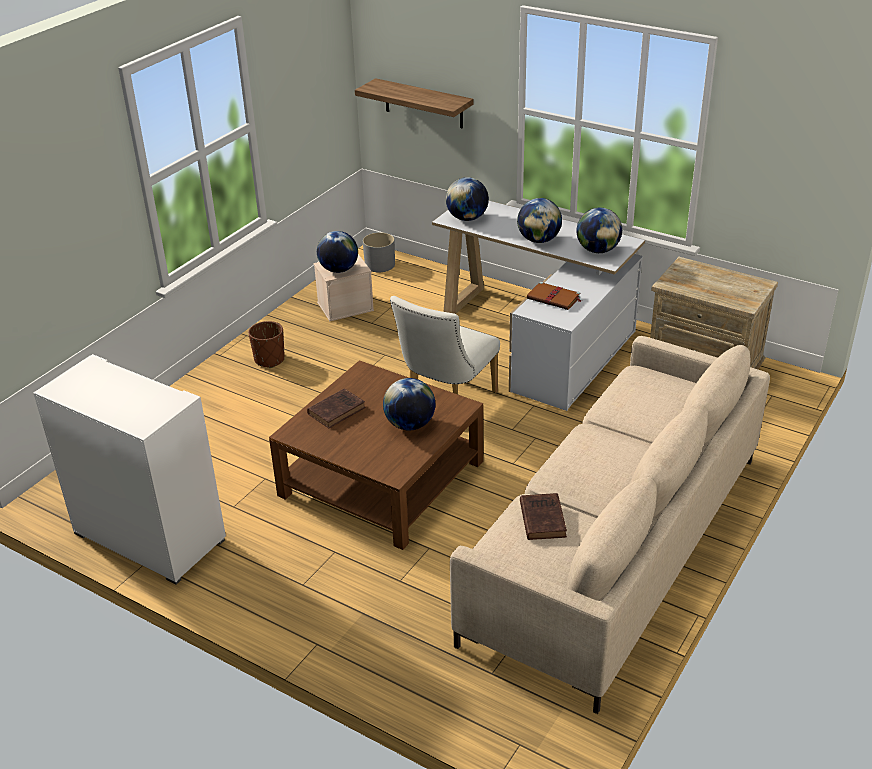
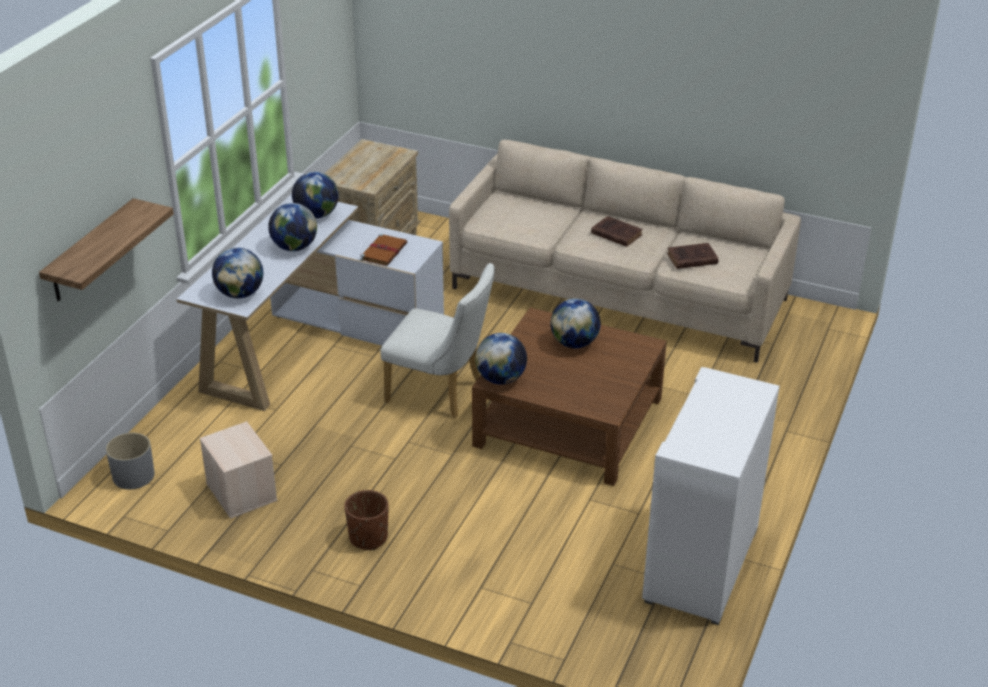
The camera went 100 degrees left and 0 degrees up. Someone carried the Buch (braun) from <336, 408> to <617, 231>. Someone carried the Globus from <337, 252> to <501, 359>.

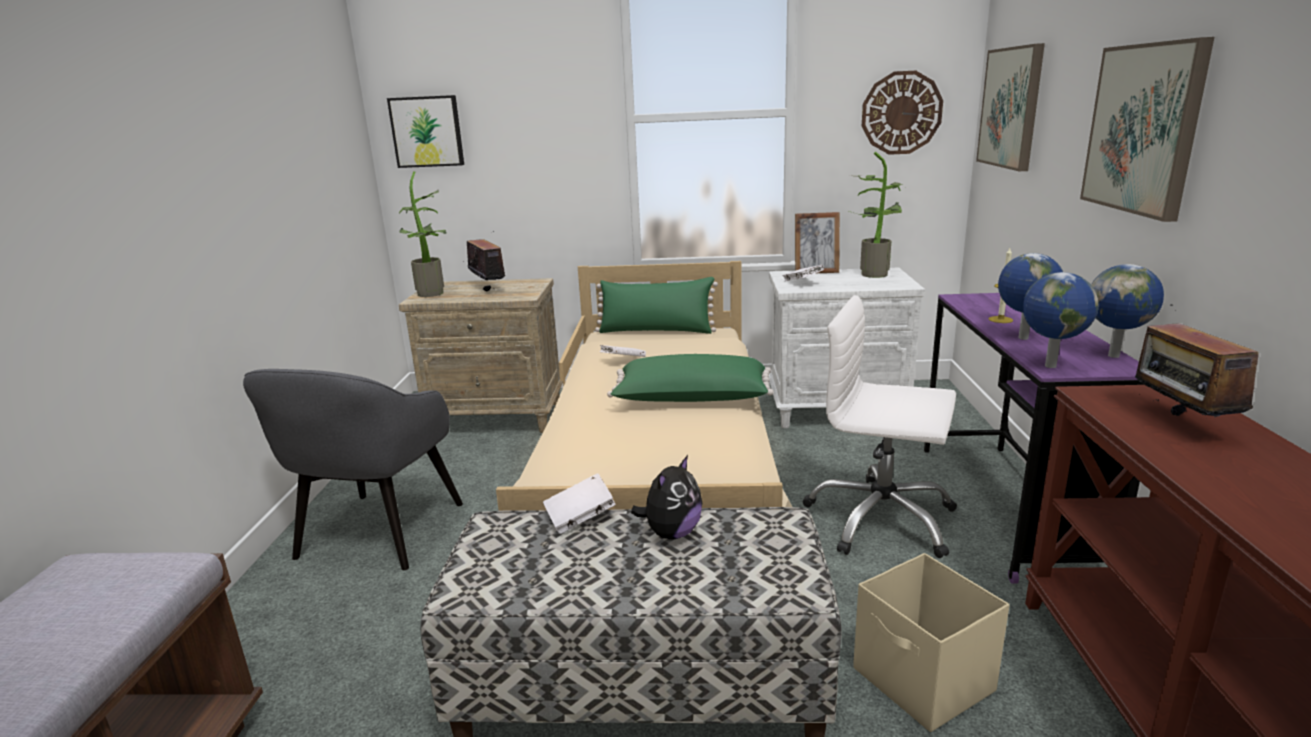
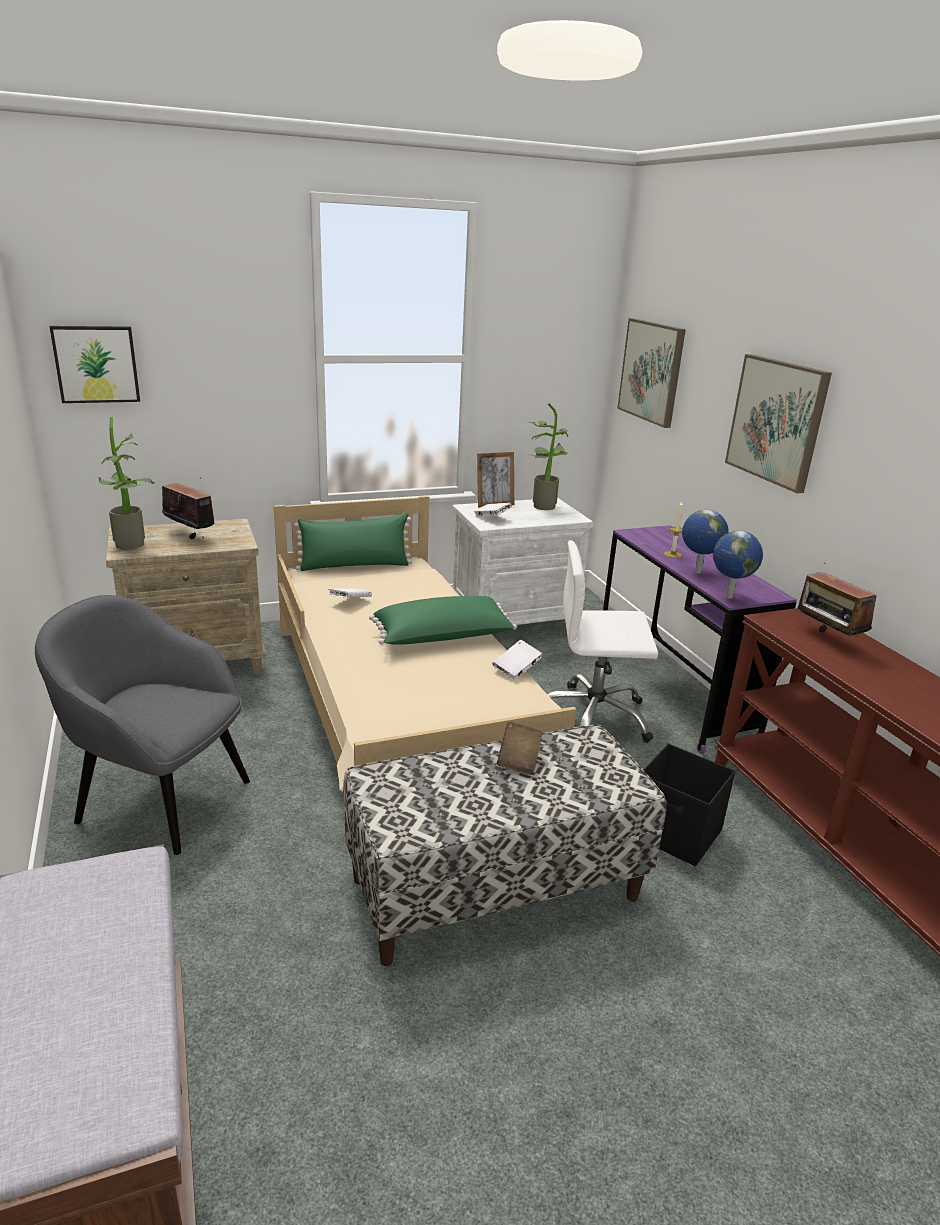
The camera went 25 degrees left and 5 degrees up. Someone rotated the Sessel (grau) at <353, 469> by 120 degrees clockwise. Someone carried the Buch (weiß) from <579, 503> to <517, 660>. Someone swapped the Plüschtier at <666, 497> for the Buch (braun) at <520, 748>. Someone repainted the Aufbewahrungsbox (beige) at <931, 642>, which became the Aufbewahrungsbox (schwarz) at <689, 805>. Someone took away the Wanduhr at <902, 113>. Someone took away the Globus at <1127, 311>.

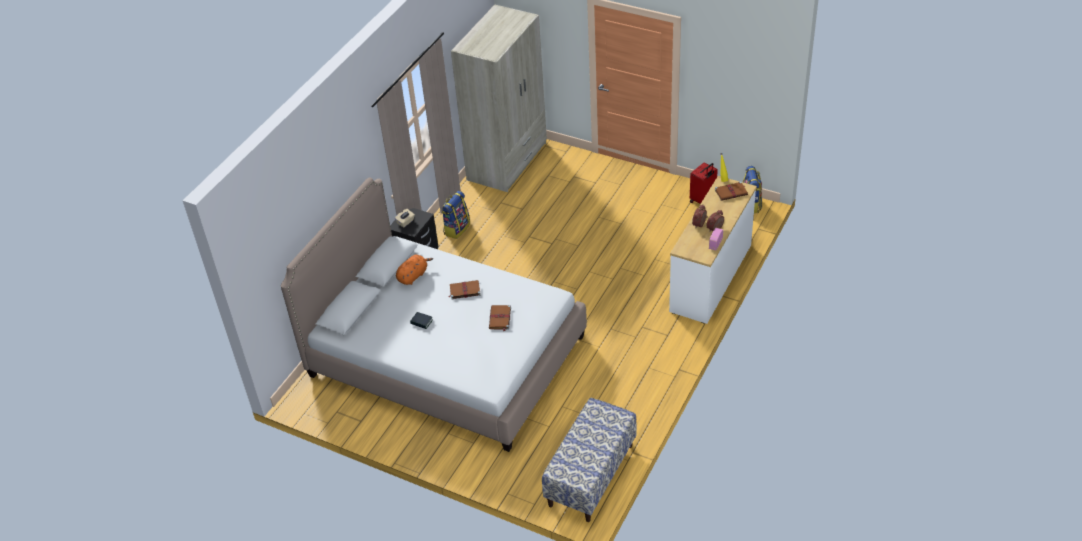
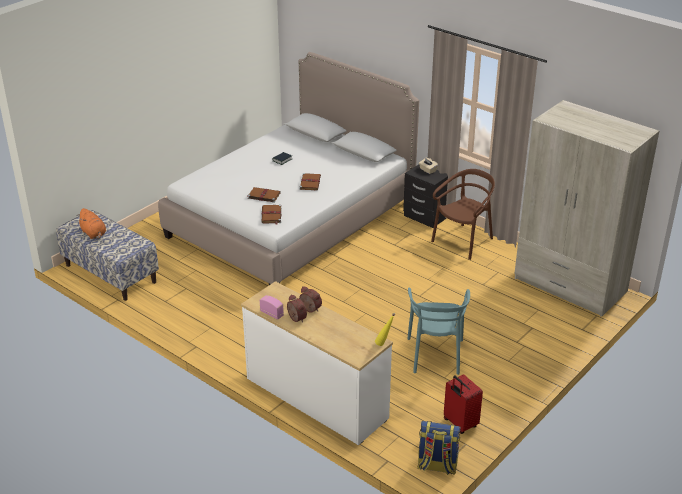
The camera went 100 degrees right and 10 degrees down. Someone carried the Plüschtier (orange) from <414, 270> to <92, 223>. Someone swapped the Rucksack at <455, 215> for the Stuhl (braun) at <463, 214>. Someone carried the Buch (braun) from <731, 191> to <271, 215>. Someone put down the Stuhl (türkis) at <438, 331>.

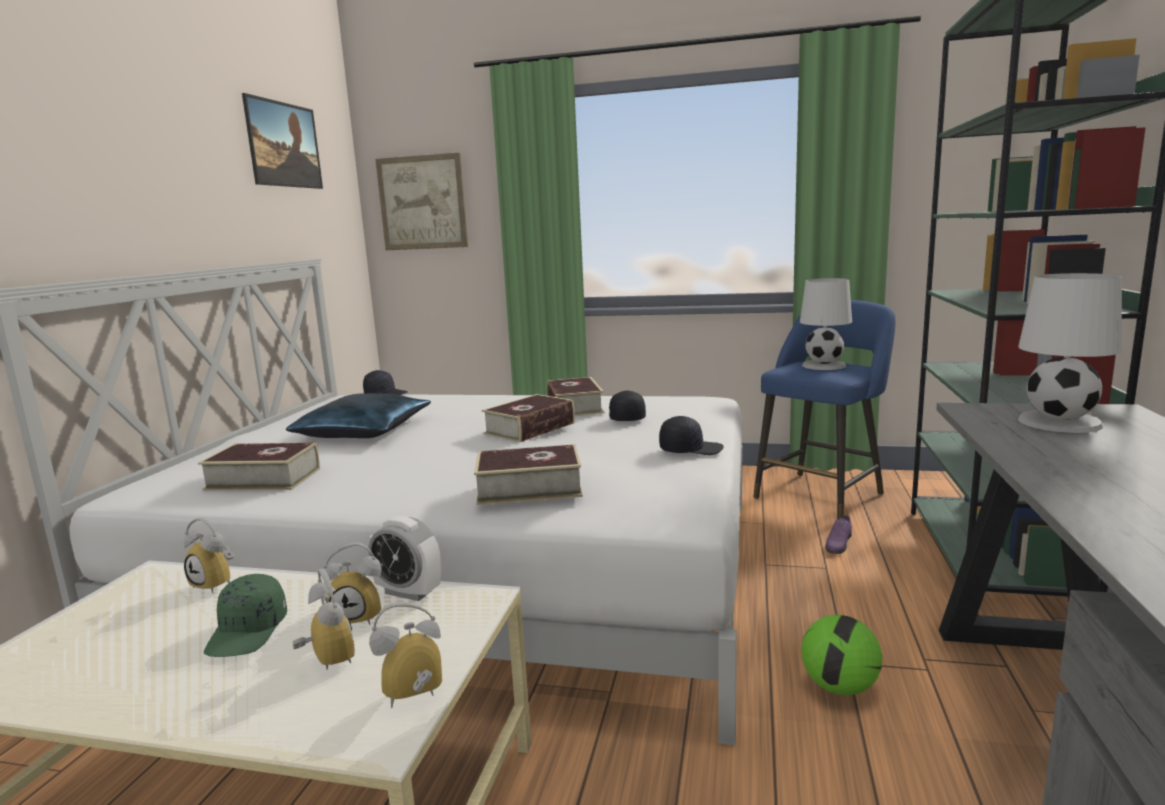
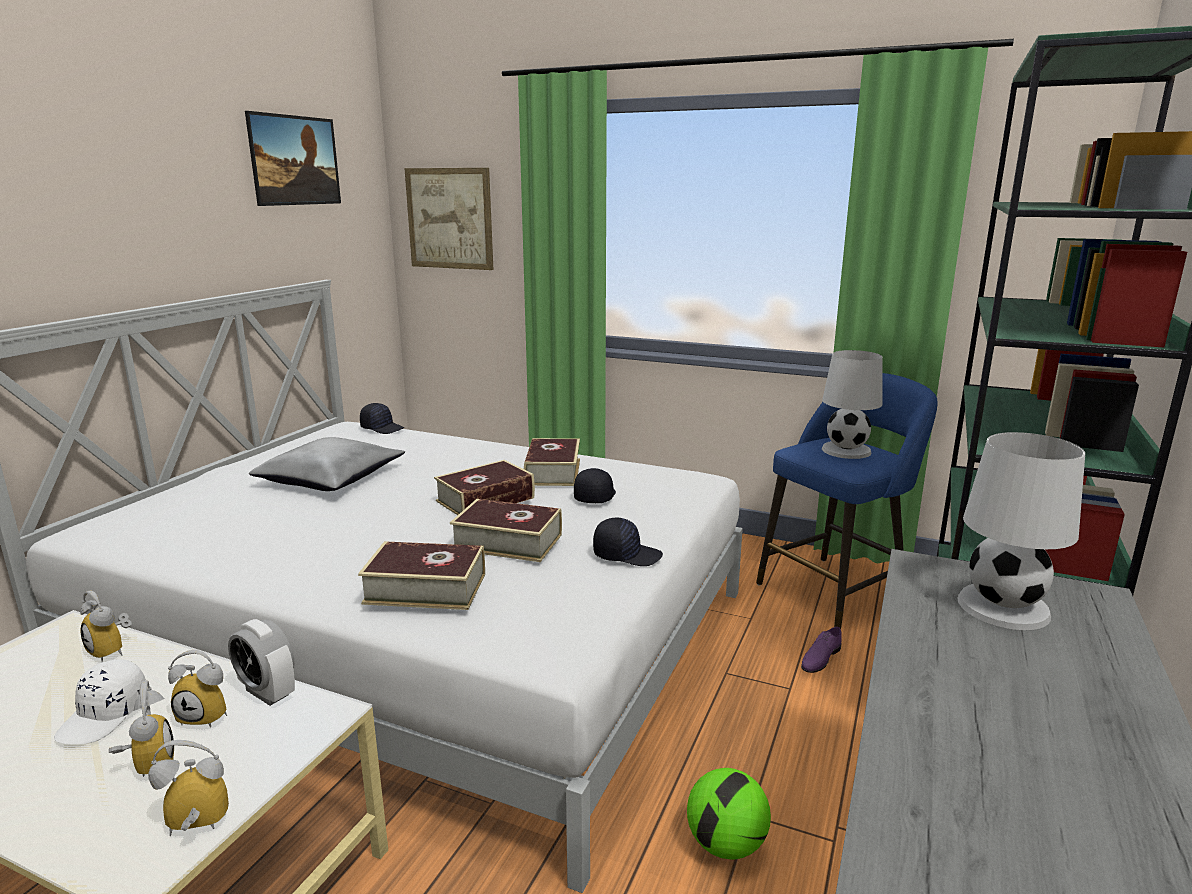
The camera went 10 degrees right and 5 degrees up. Someone carried the Buch from <259, 467> to <506, 530>. Someone repainted the Kappe (grün) at <245, 615>, which became the Kappe (weiß) at <100, 702>. Someone repainted the Kissen (blau) at <358, 415>, which became the Kissen (grau) at <327, 464>.

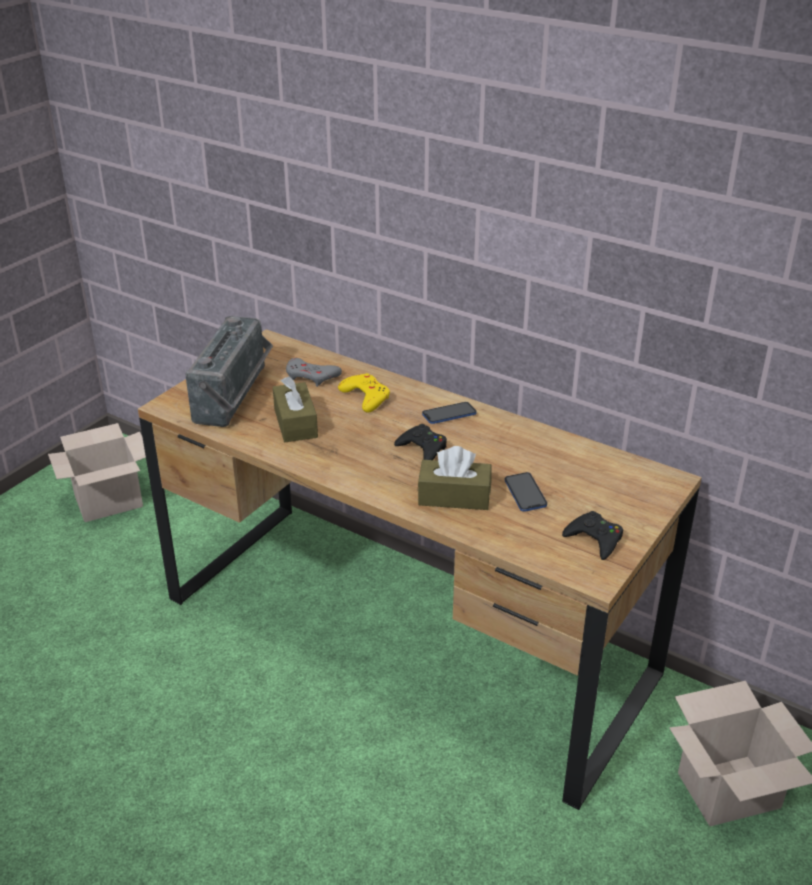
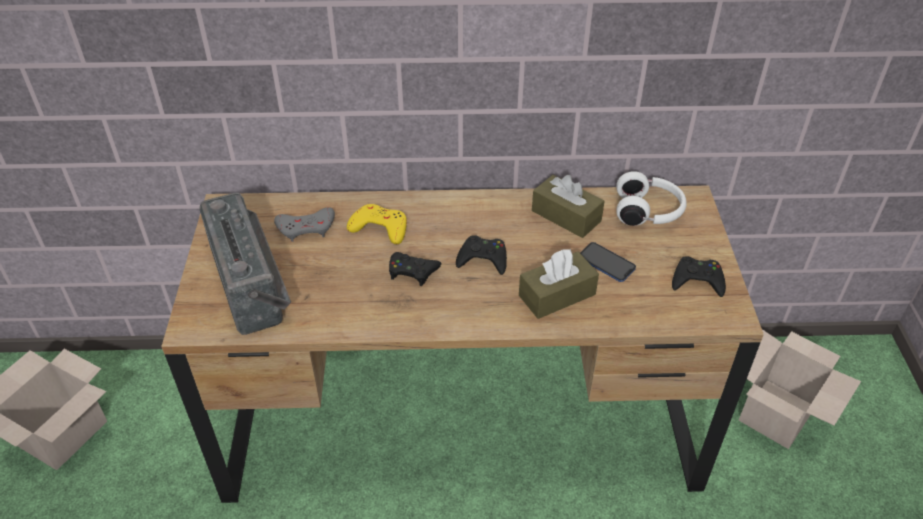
The camera went 35 degrees left and 10 degrees up. Someone carried the Taschentuchbox (braun) from <295, 409> to <568, 206>. Someone took away the Handy at <449, 413>. Someone put down the Gamepad (schwarz) at <415, 269>. Someone put down the Kopfhörer (weiß) at <651, 198>.

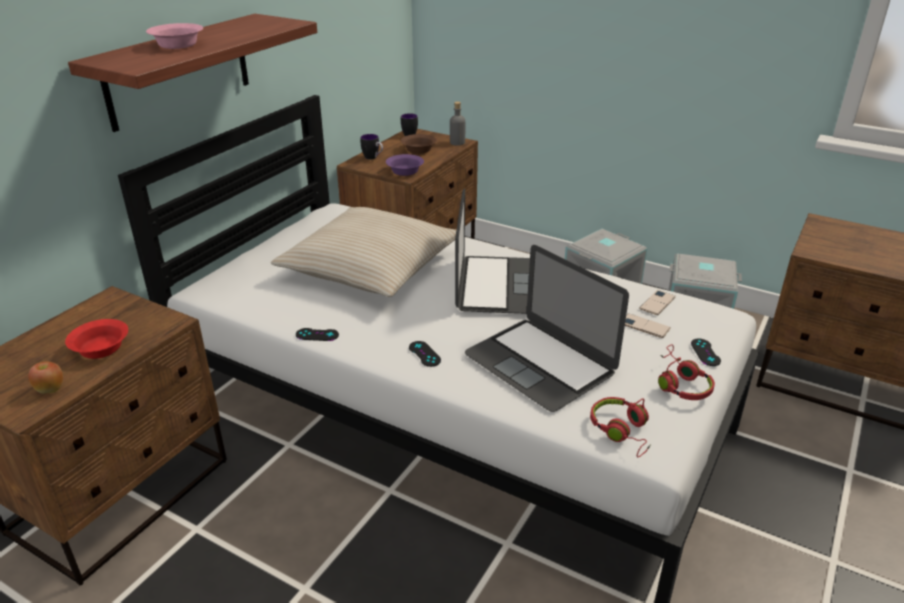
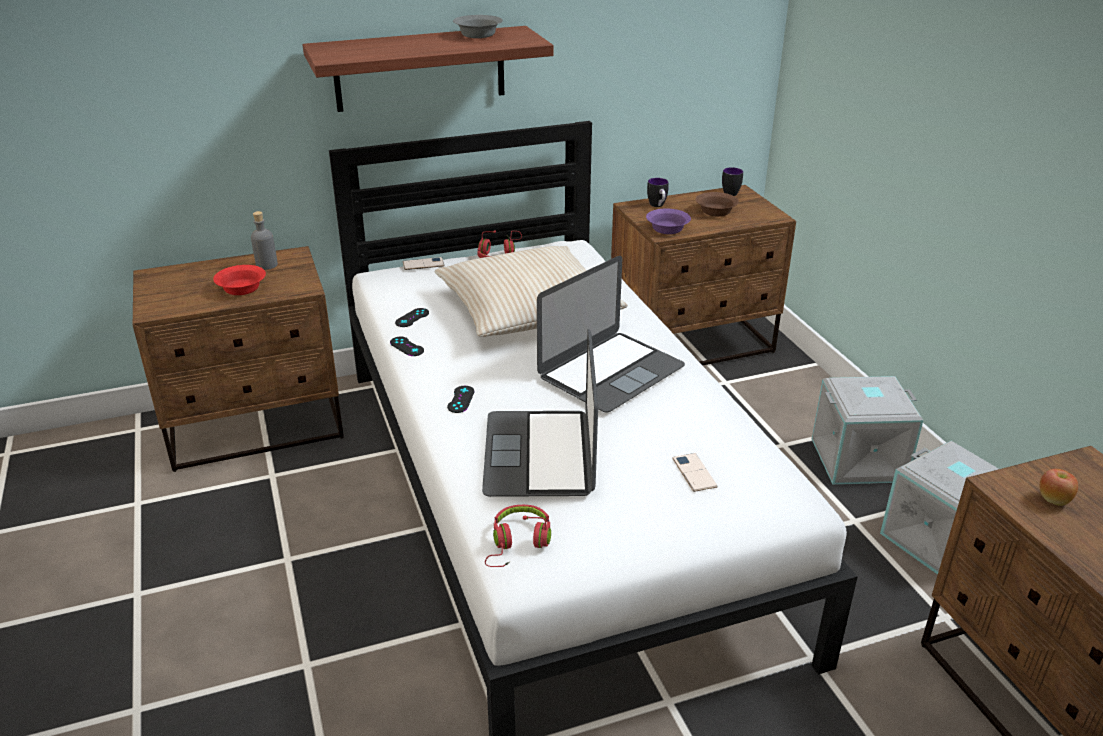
The camera went 40 degrees right and 0 degrees up. Someone carried the Apfel from <45, 377> to <1059, 487>. Someone took away the Schüssel (rosa) at <174, 36>. Someone carried the Flasche (grau) from <457, 123> to <264, 240>. Someone carried the Handy from <657, 302> to <423, 263>. Someone carried the Kopfhörer (rot) from <686, 372> to <499, 244>. Someone carried the Gamepad (schwarz) from <706, 352> to <412, 317>. Someone put down the Schüssel (grau) at <478, 26>.

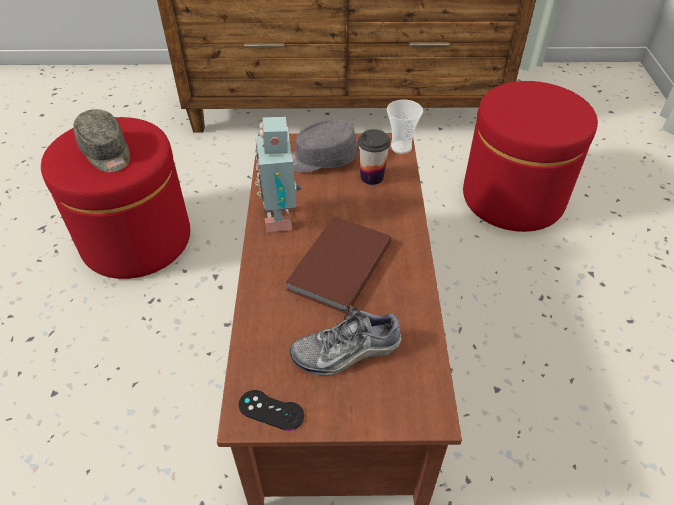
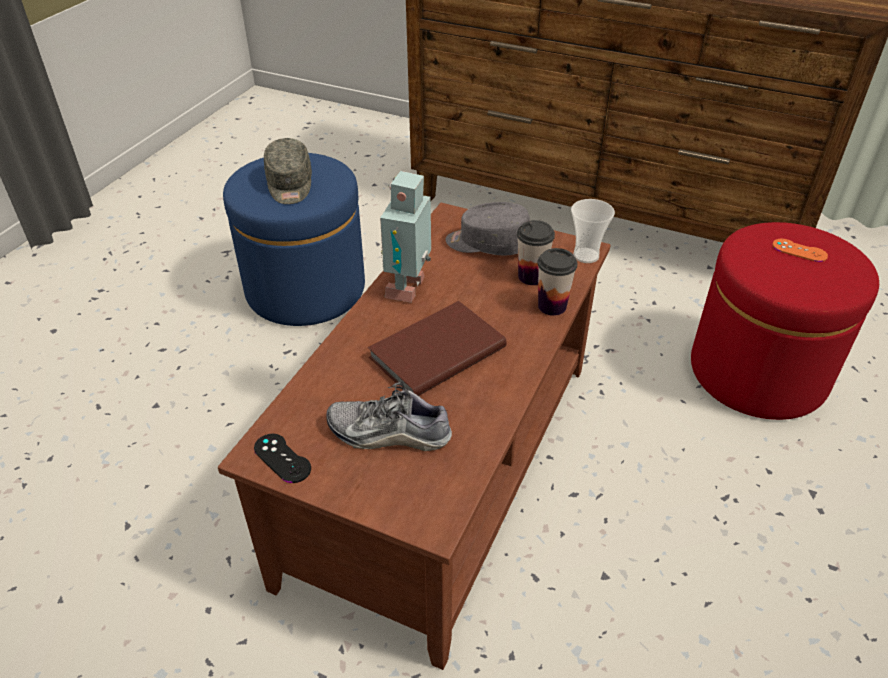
The camera went 25 degrees right and 5 degrees down. Someone repainted the Polsterhocker (rot) at <115, 198>, which became the Polsterhocker (blau) at <294, 239>. Someone put down the Tasse at <557, 282>. Someone put down the Gamepad (orange) at <800, 250>.

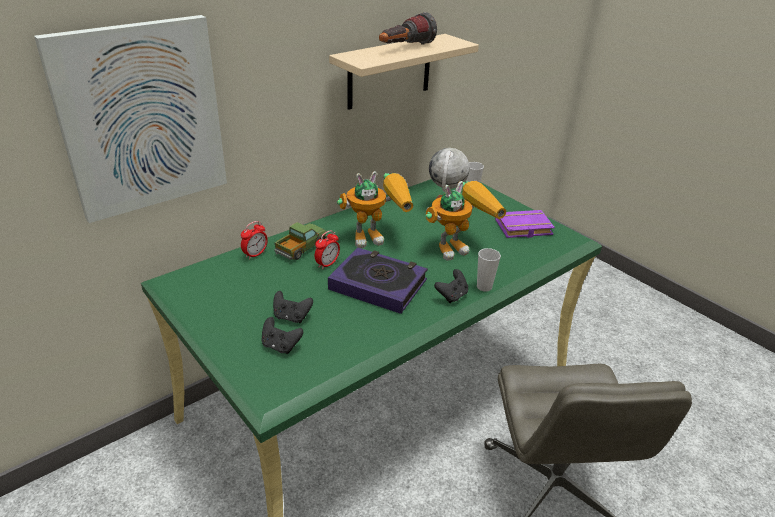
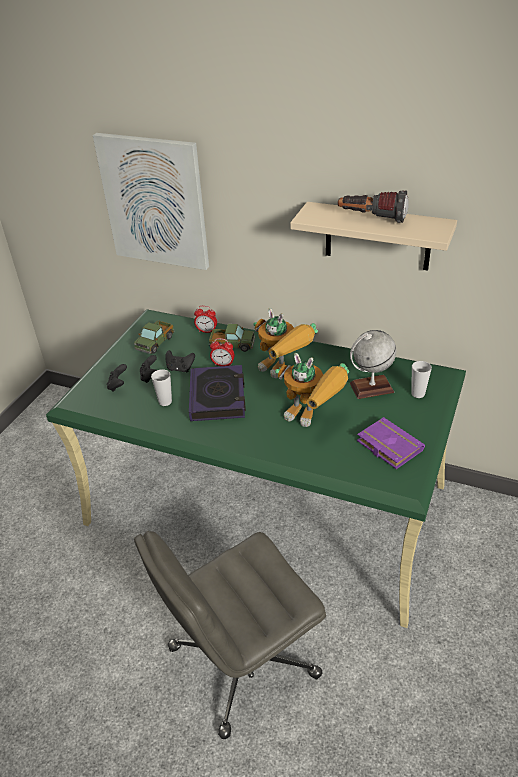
The camera went 65 degrees right and 5 degrees up. Someone carried the Gamepad (schwarz) from <451, 286> to <180, 361>. Someone carried the Tasse from <489, 270> to <161, 387>. Someone put down the Spielzeuglaster at <154, 337>.

